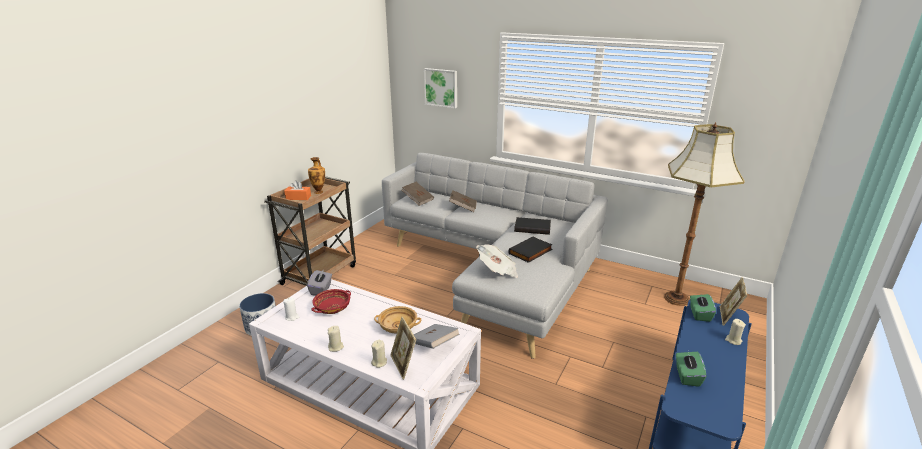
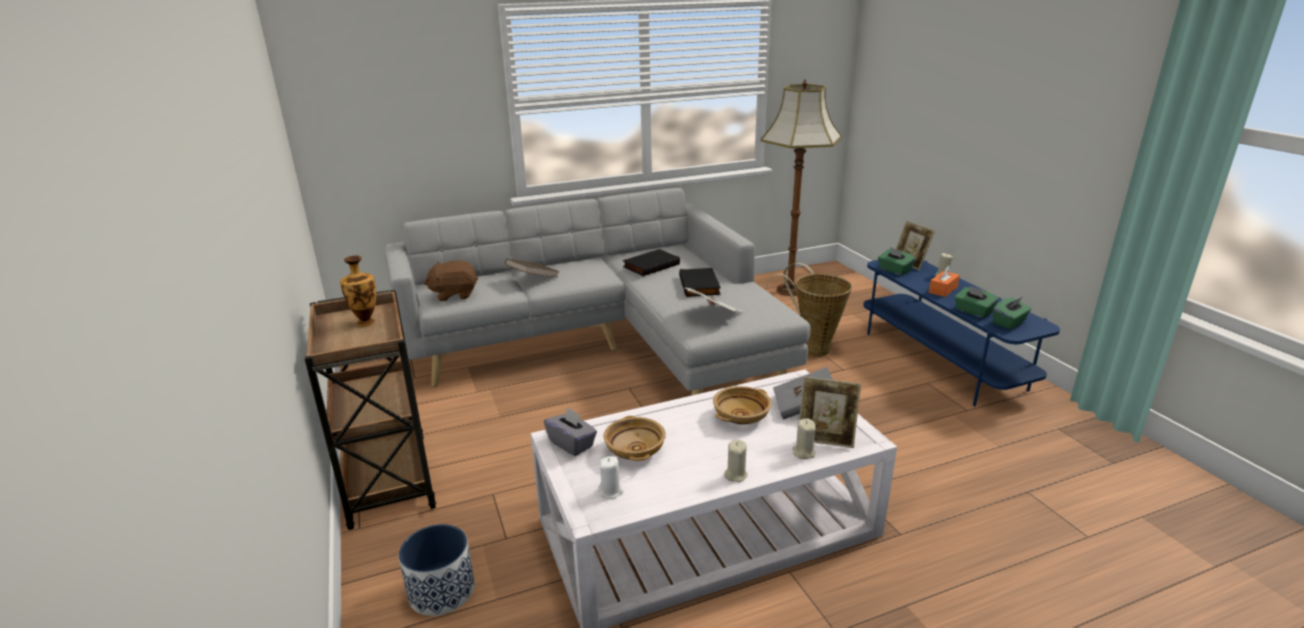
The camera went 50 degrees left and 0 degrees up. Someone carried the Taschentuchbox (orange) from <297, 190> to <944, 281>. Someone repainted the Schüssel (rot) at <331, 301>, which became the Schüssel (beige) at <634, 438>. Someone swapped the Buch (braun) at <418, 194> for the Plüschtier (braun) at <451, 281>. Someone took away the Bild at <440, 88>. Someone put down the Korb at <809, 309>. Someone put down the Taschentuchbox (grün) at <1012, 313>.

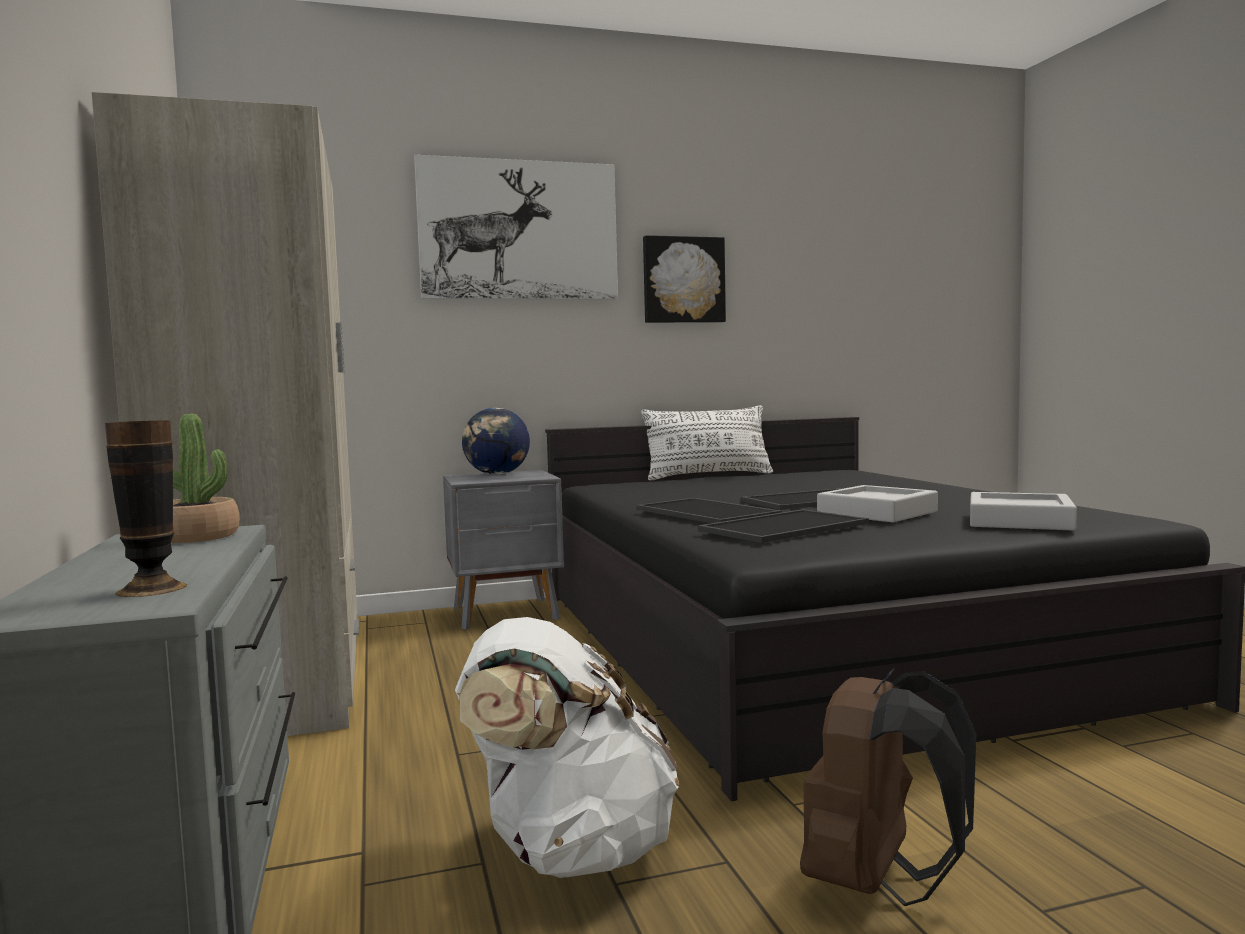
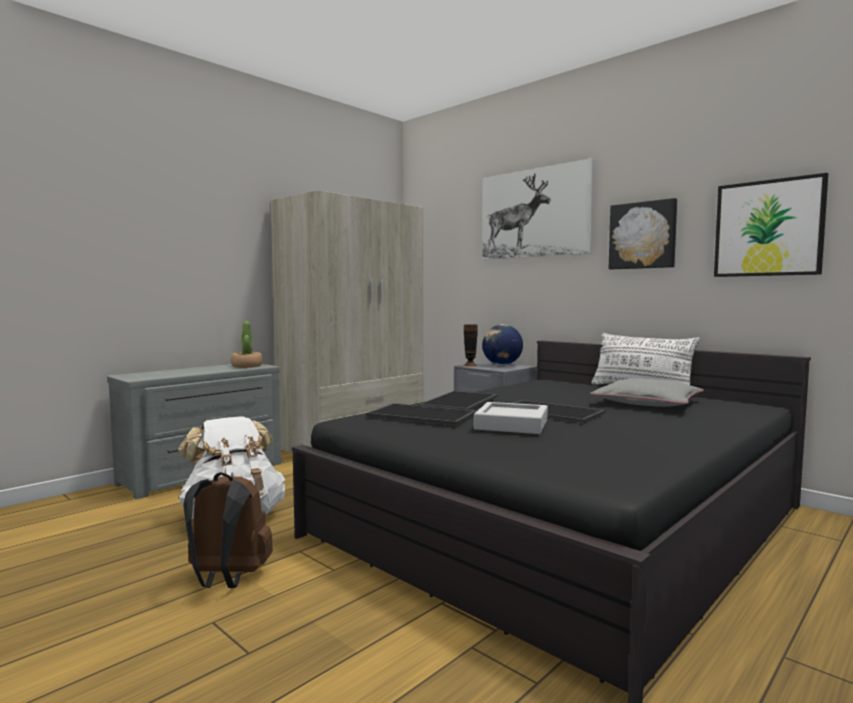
The camera went 60 degrees right and 0 degrees up. Someone carried the Vase from <146, 508> to <470, 345>. Someone took away the Tablett (grau) at <1023, 511>. Someone put down the Kissen (grau) at <647, 392>. Someone put up the Bild at <771, 225>.

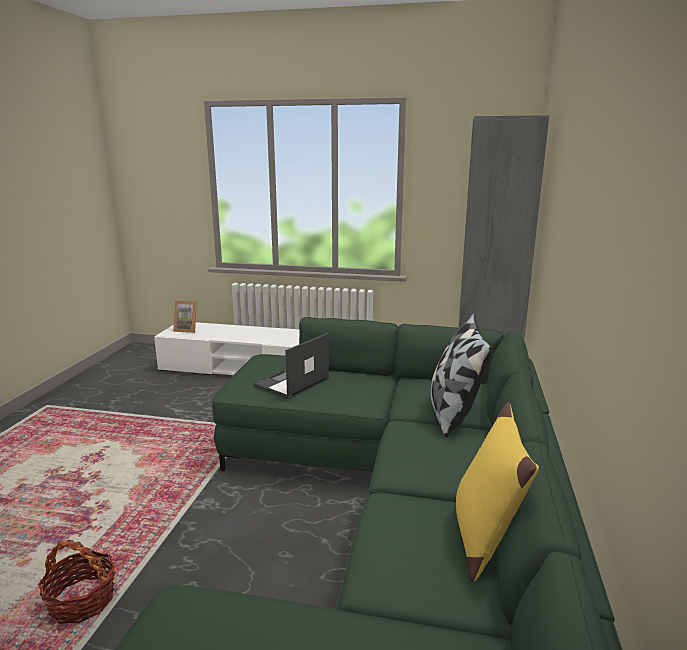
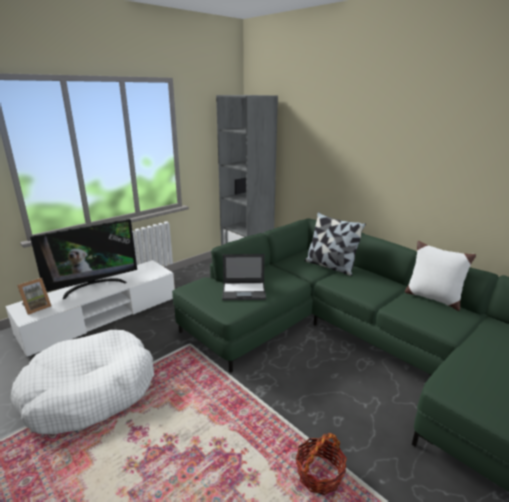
The camera went 55 degrees left and 5 degrees up. Someone rotated the Laptop at <291, 366> by 75 degrees counterclockwise. Someone repainted the Kissen (gelb) at <497, 492>, which became the Kissen (weiß) at <440, 276>. Someone put down the Hundebett (weiß) at <82, 382>. Someone put down the Fernseher at <83, 259>.

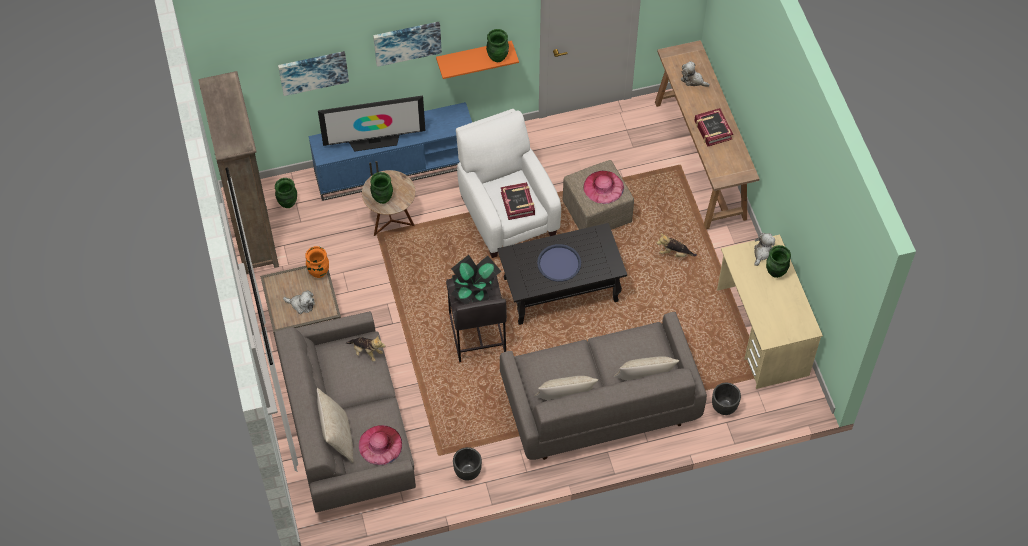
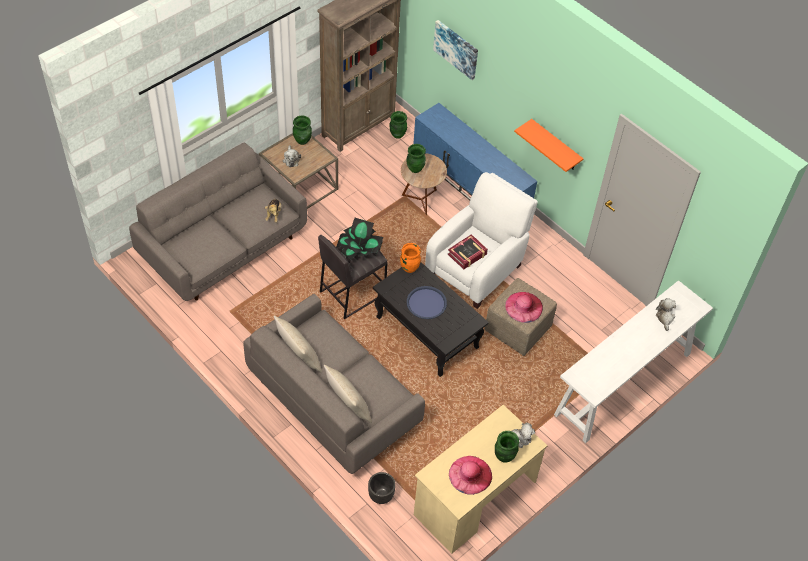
The camera went 60 degrees right and 5 degrees down. Someone carried the Vase (orange) from <317, 262> to <410, 258>. Someone took away the Kissen (beige) at <335, 425>. Someone took away the Fernseher at <371, 123>. Someone carried the Hut (rosa) from <380, 445> to <470, 475>. Someone took away the Bild at <407, 44>. Someone took away the Pflanzkübel (schwarz) at <467, 464>. Someone carried the Vase (grün) from <497, 45> to <302, 130>. Someone repainted the Konsolentisch (braun) at <707, 134>, which became the Konsolentisch (weiß) at <633, 361>. Someone took away the Plüschtier at <677, 245>. Someone took away the Buch at <713, 127>.

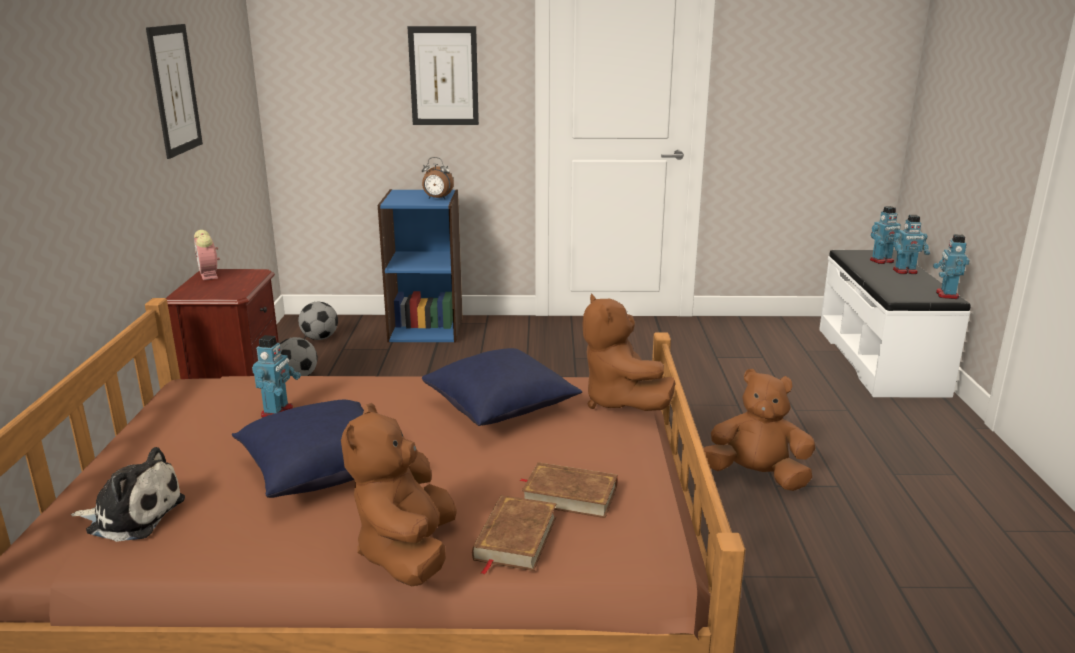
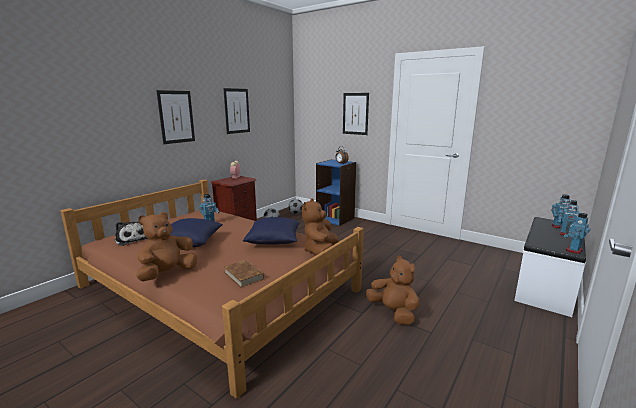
The camera went 35 degrees right and 5 degrees down. Someone took away the Buch (braun) at <514, 535>. Someone put up the Bild at <175, 117>.

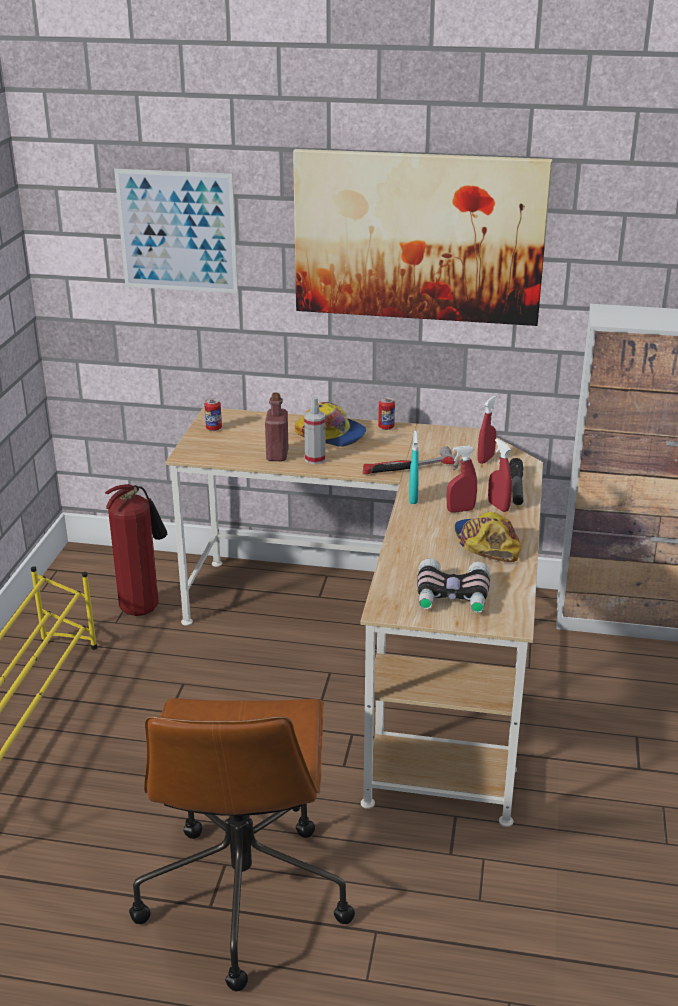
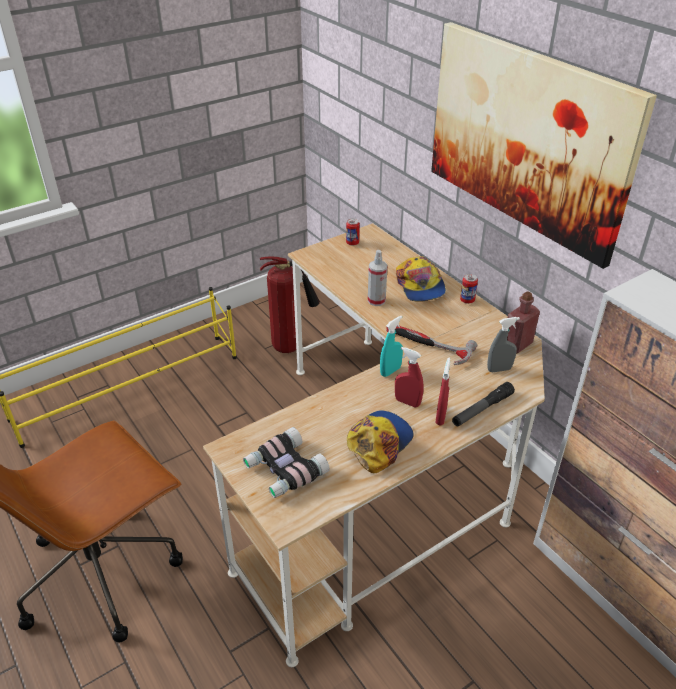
The camera went 45 degrees right and 10 degrees up. Someone took away the Bild at <176, 231>. Someone carried the Flasche (rot) from <276, 427> to <523, 322>. Someone repainted the Sprühflasche (rot) at <486, 430>, which became the Sprühflasche (grau) at <503, 344>.

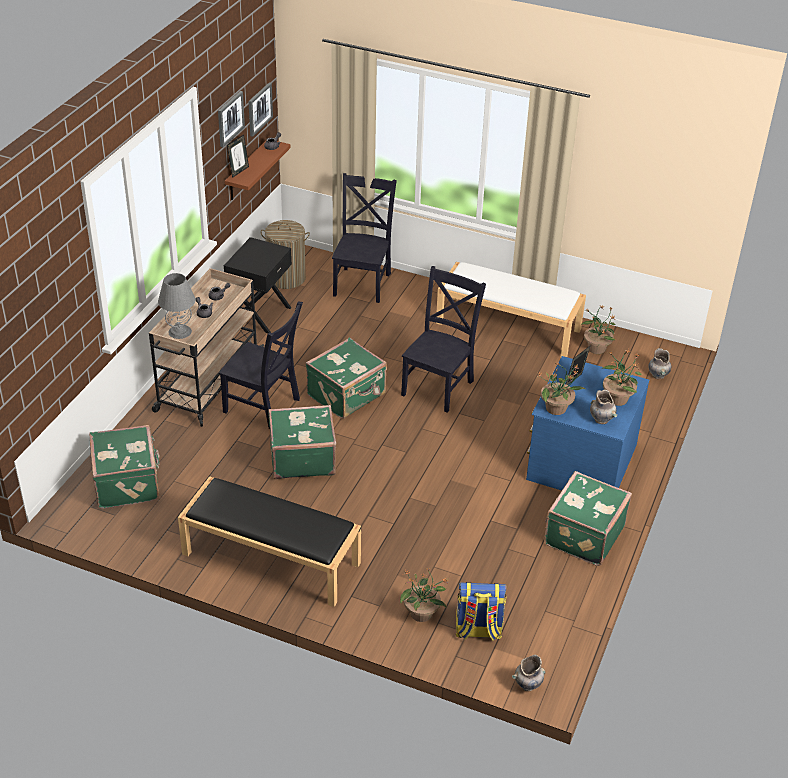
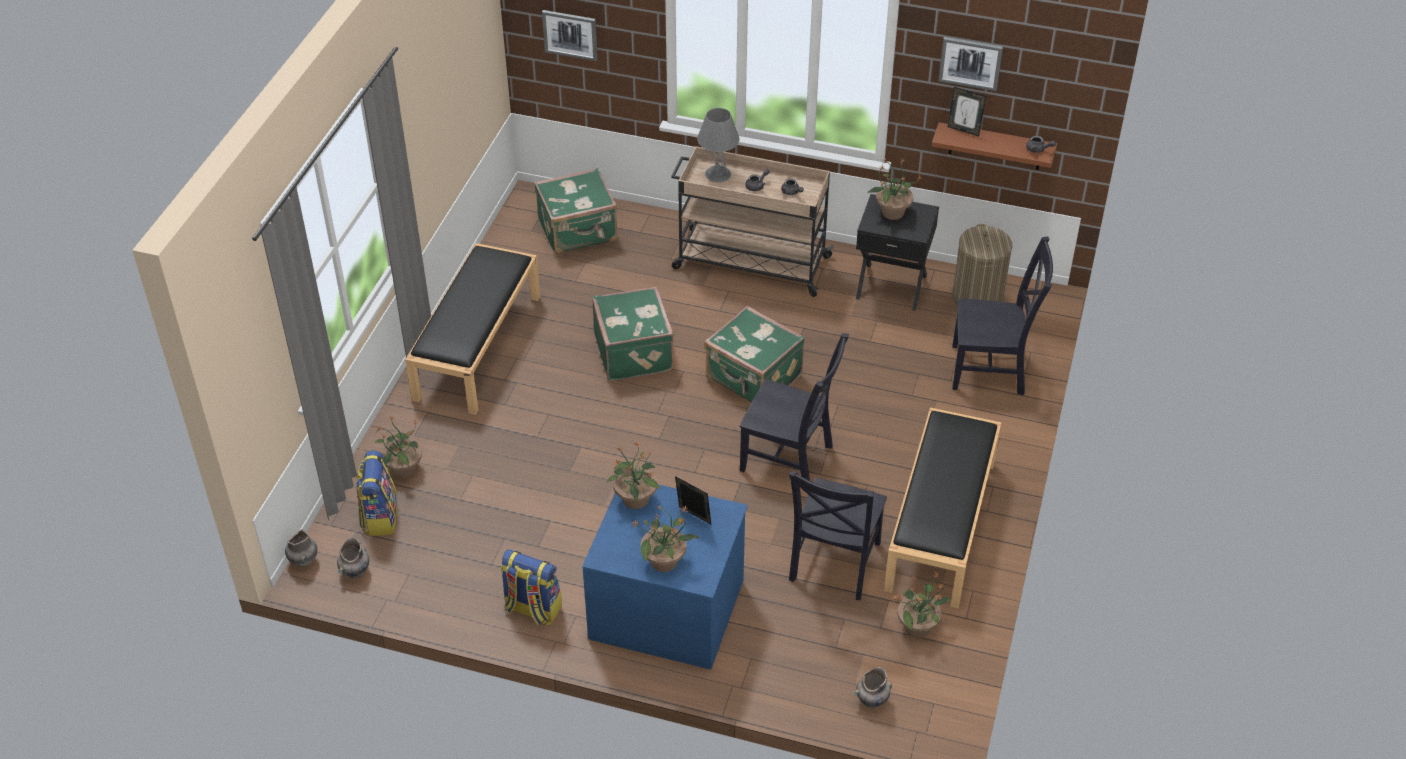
The camera went 85 degrees right and 5 degrees up. Someone carried the Stuhl (schwarz) from <261, 365> to <838, 535>. Someone carried the Bild from <260, 110> to <570, 35>. Someone repainted the Bank (weiß) at <511, 309>, which became the Bank (schwarz) at <942, 508>. Someone swapped the Koffer (grün) at <588, 518> for the Rucksack at <531, 587>. Someone carried the Vase (grau) from <603, 406> to <353, 558>. Someone put down the Topfpflanze at <894, 189>.

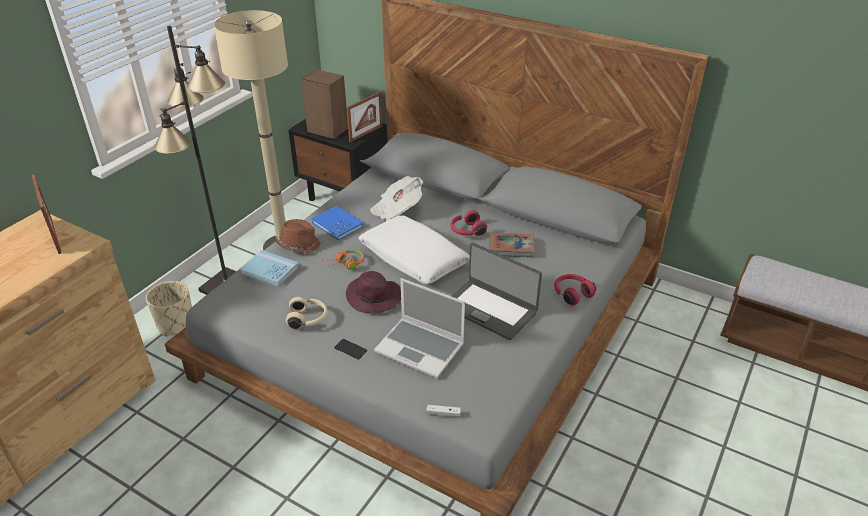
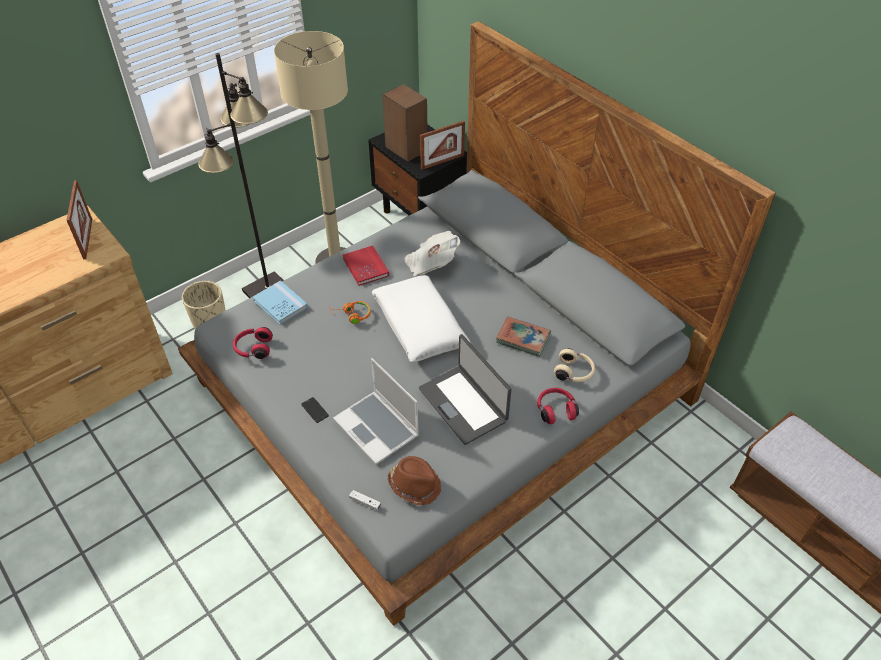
The camera went 20 degrees right and 10 degrees up. Someone carried the Hut (braun) from <298, 236> to <414, 481>. Someone carried the Kopfhörer (beige) from <307, 313> to <574, 365>. Someone repainted the Buch (blau) at <337, 223>, which became the Buch (rot) at <366, 266>. Someone took away the Hut (lila) at <373, 292>. Someone carried the Kopfhörer (rot) from <468, 223> to <253, 343>.

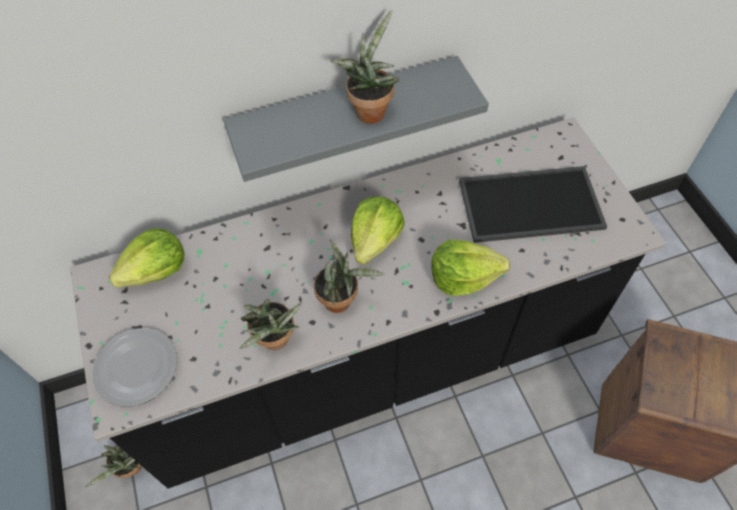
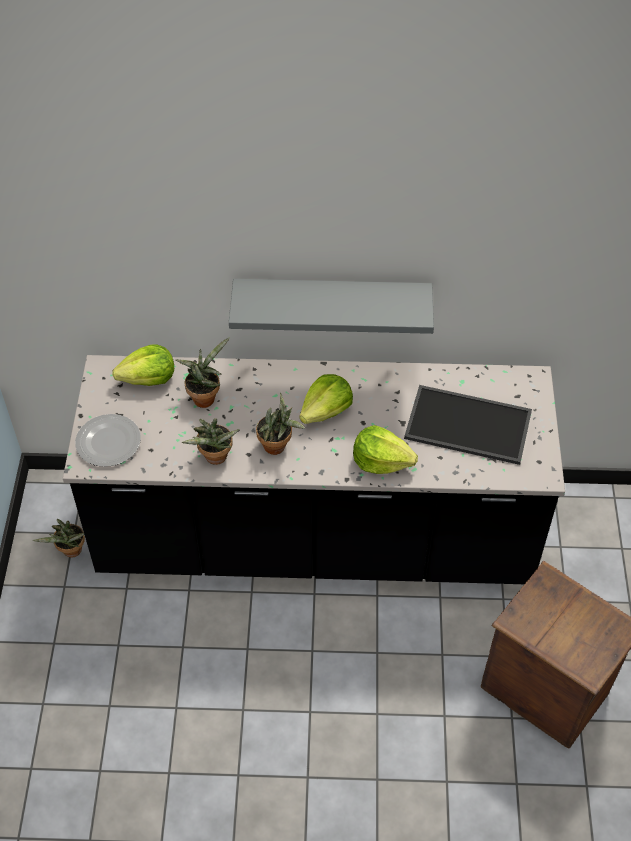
The camera went 20 degrees right and 5 degrees down. Someone carried the Topfpflanze from <365, 67> to <202, 372>.

